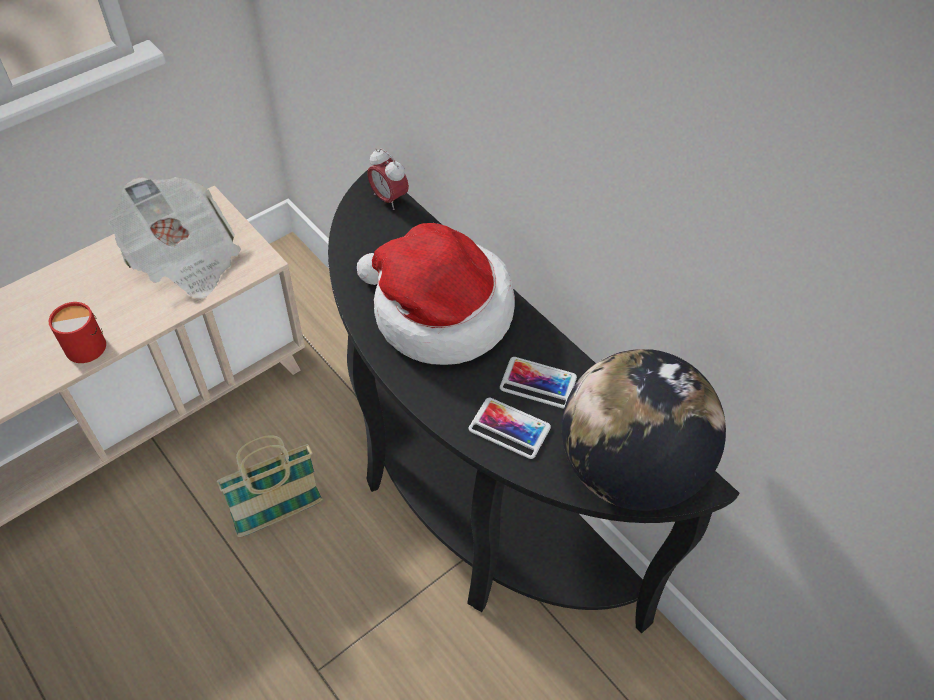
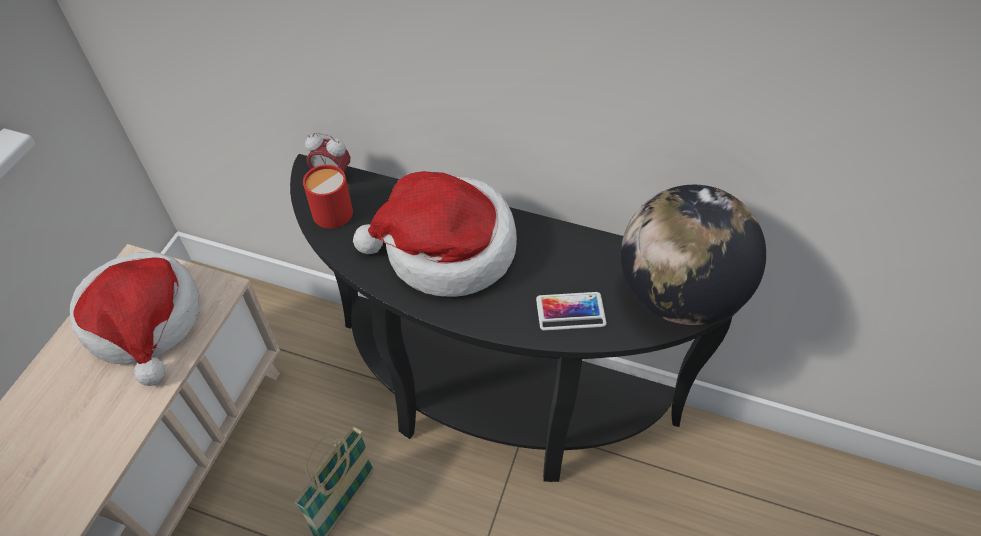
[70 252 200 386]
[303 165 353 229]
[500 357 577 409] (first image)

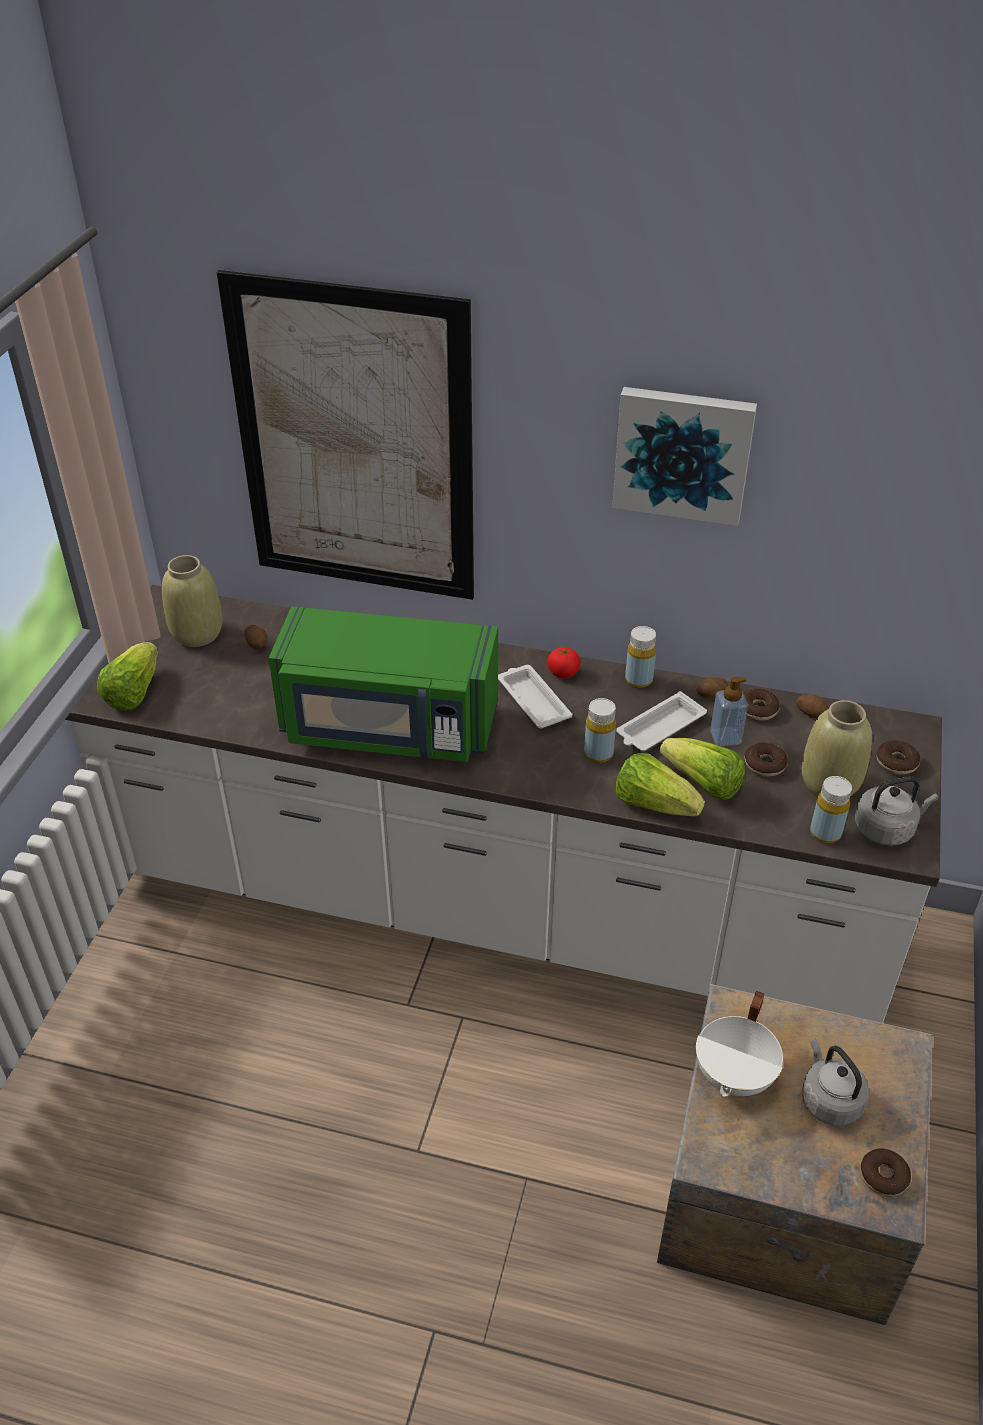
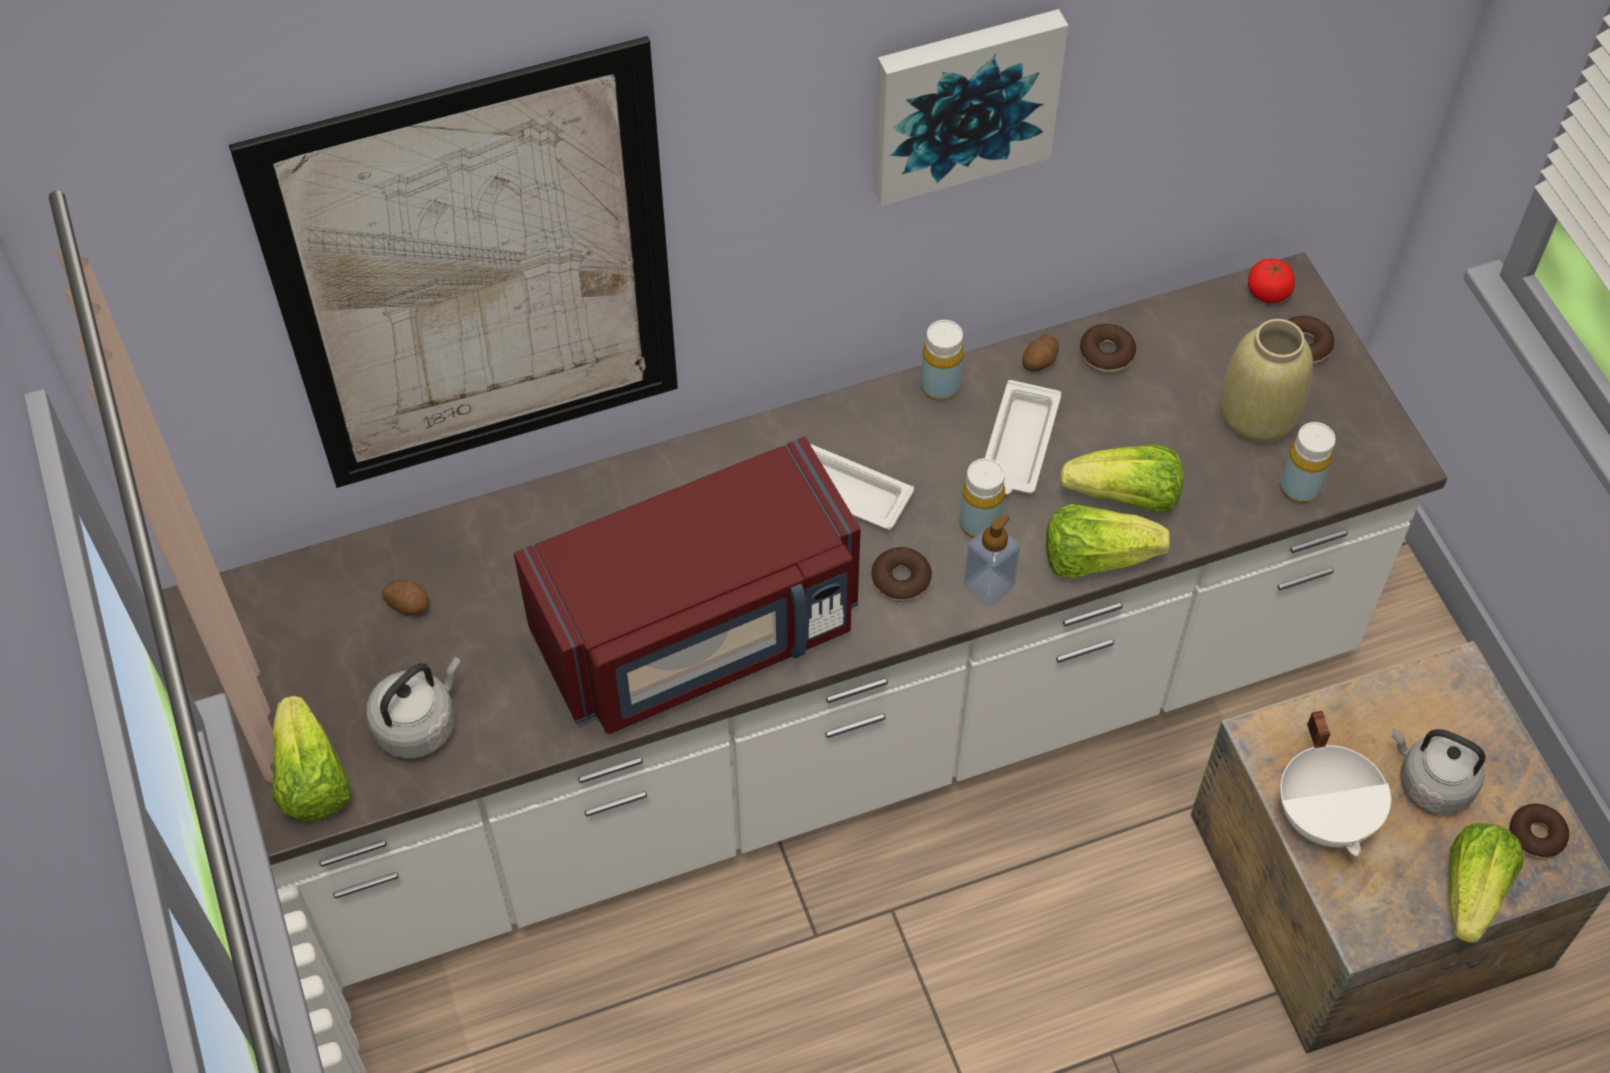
[162 555 222 647] (first image)
[514 437 861 734]
[1248 258 1295 303]
[964 514 1020 605]
[796 693 828 718] (first image)
[871 547 932 602]
[366 657 462 759]
[1449 823 1524 943]

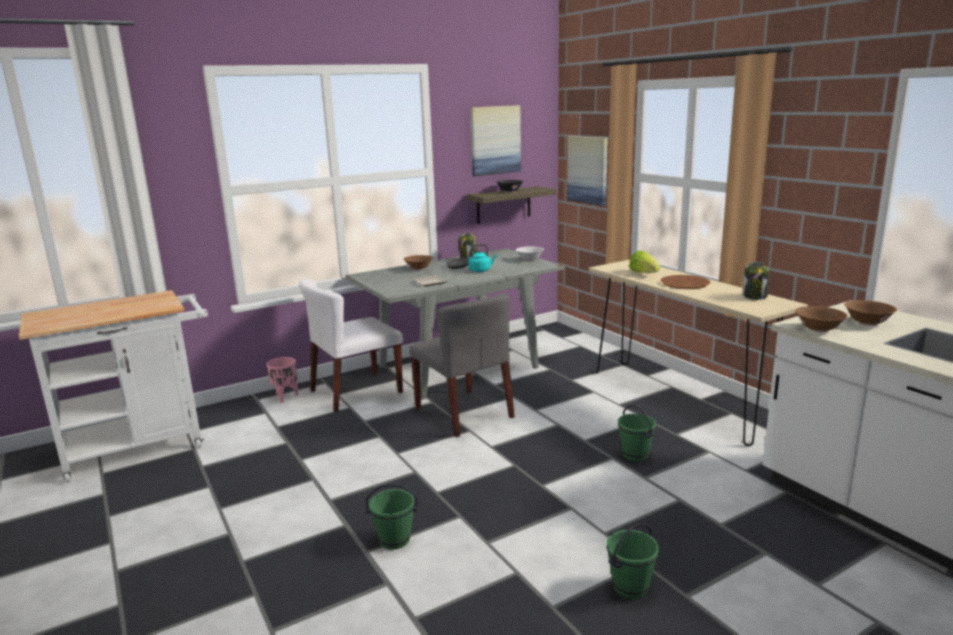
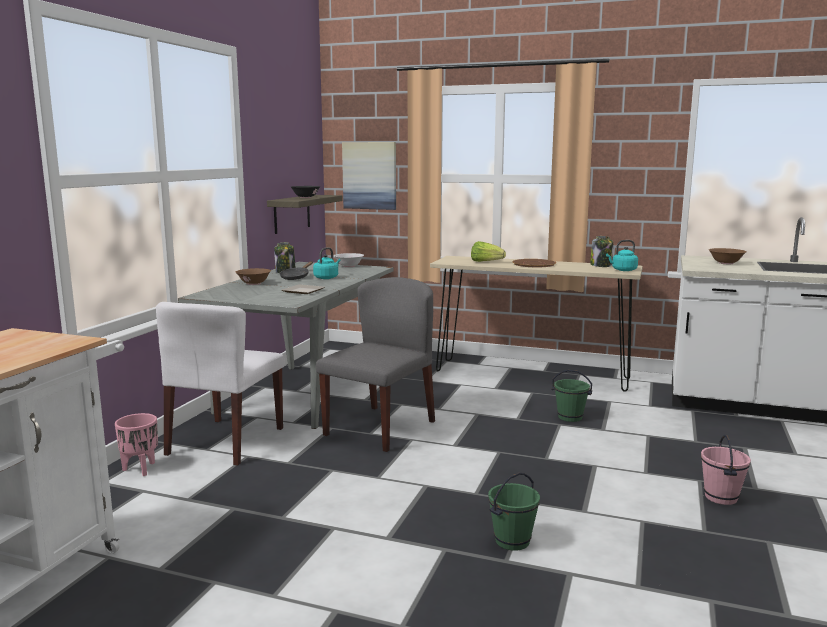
[470 105 521 176] (first image)
[316 277 435 452]
[795 306 848 332] (first image)
[701 435 751 505]
[606 240 638 271]

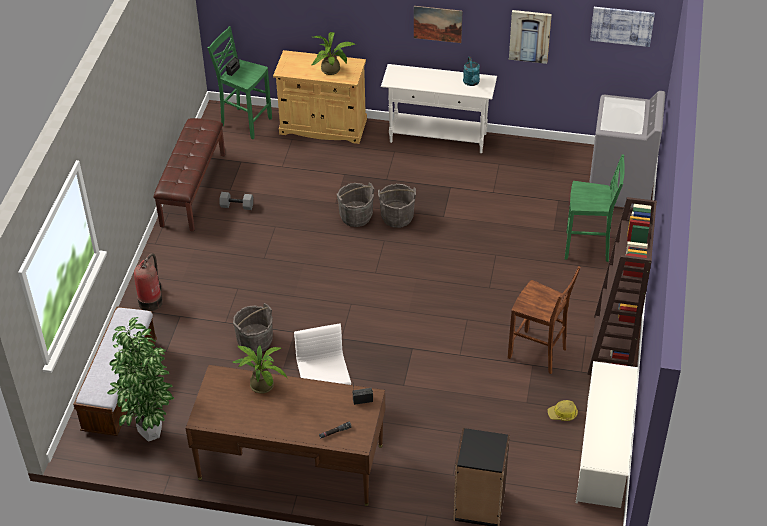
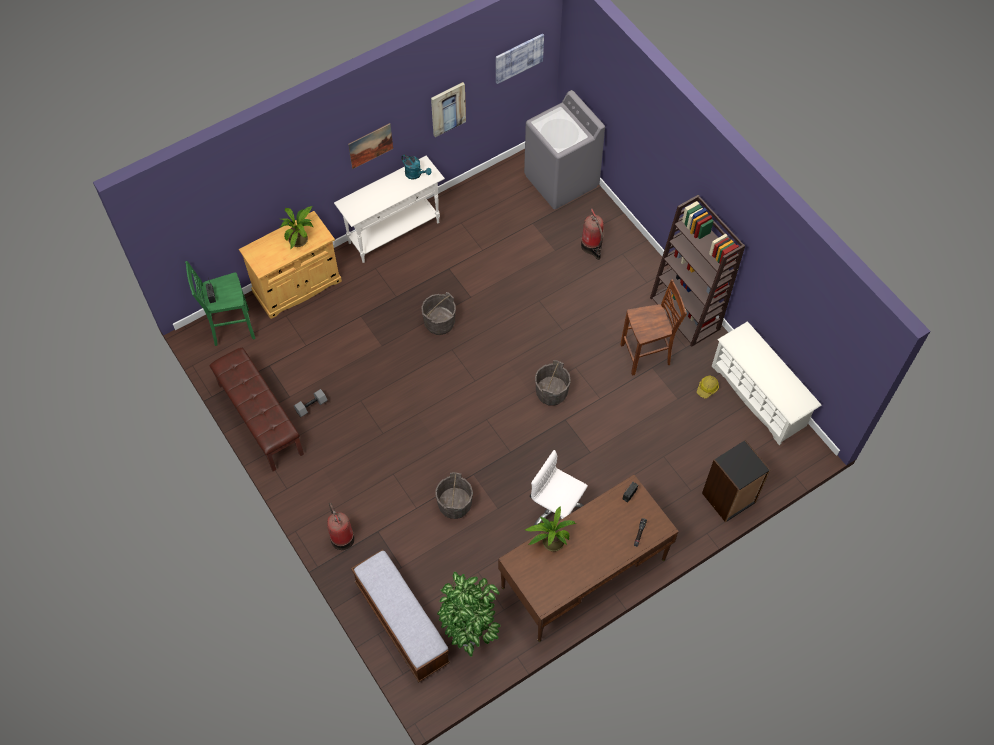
[581 209 604 260]
[535 360 571 406]

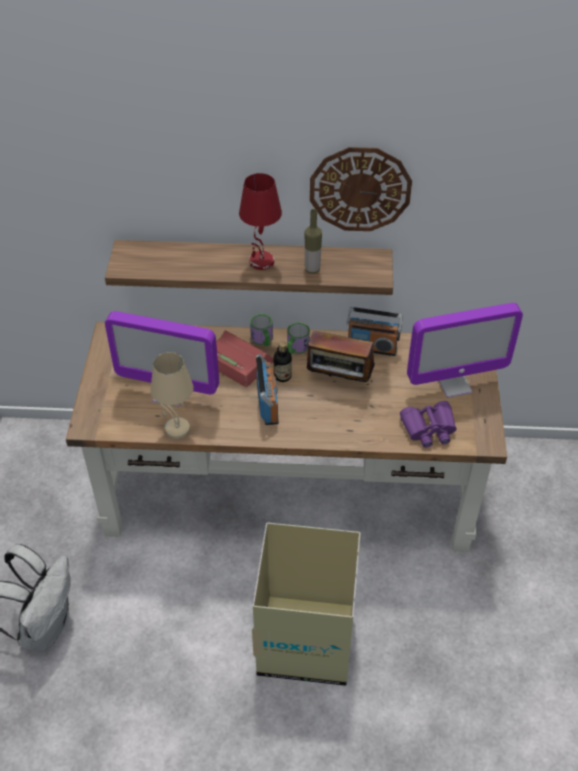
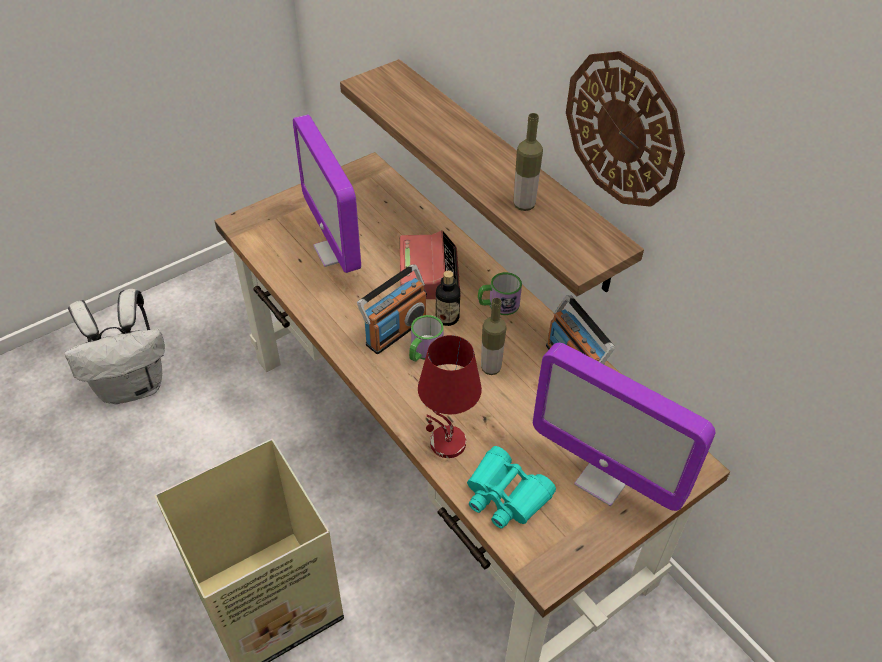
[418 335 482 458]
[409 315 444 361]
[481 298 507 375]
[150 352 194 439] (first image)
[467 446 556 529]

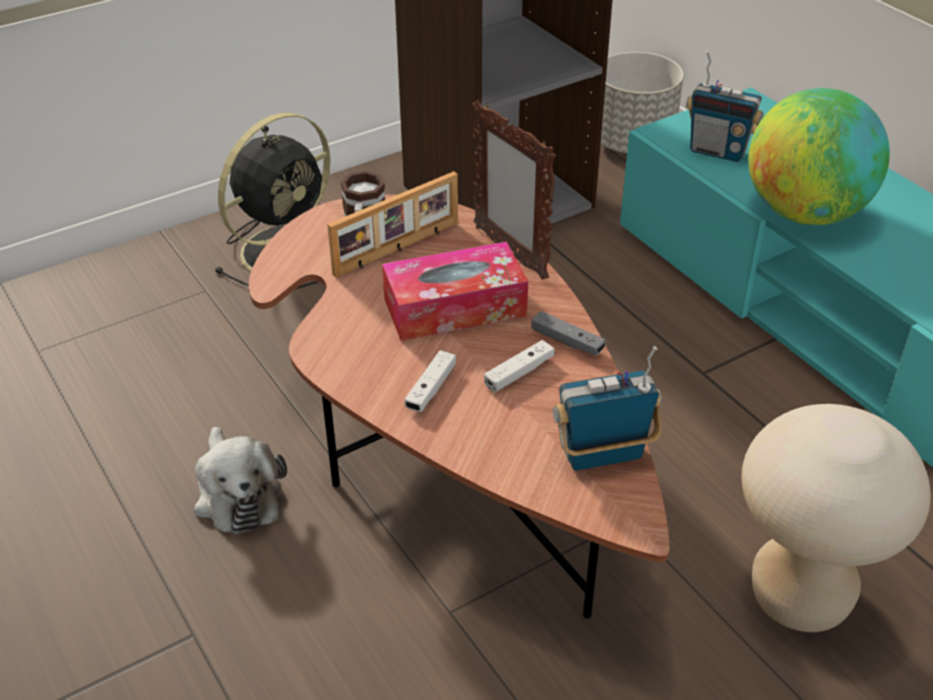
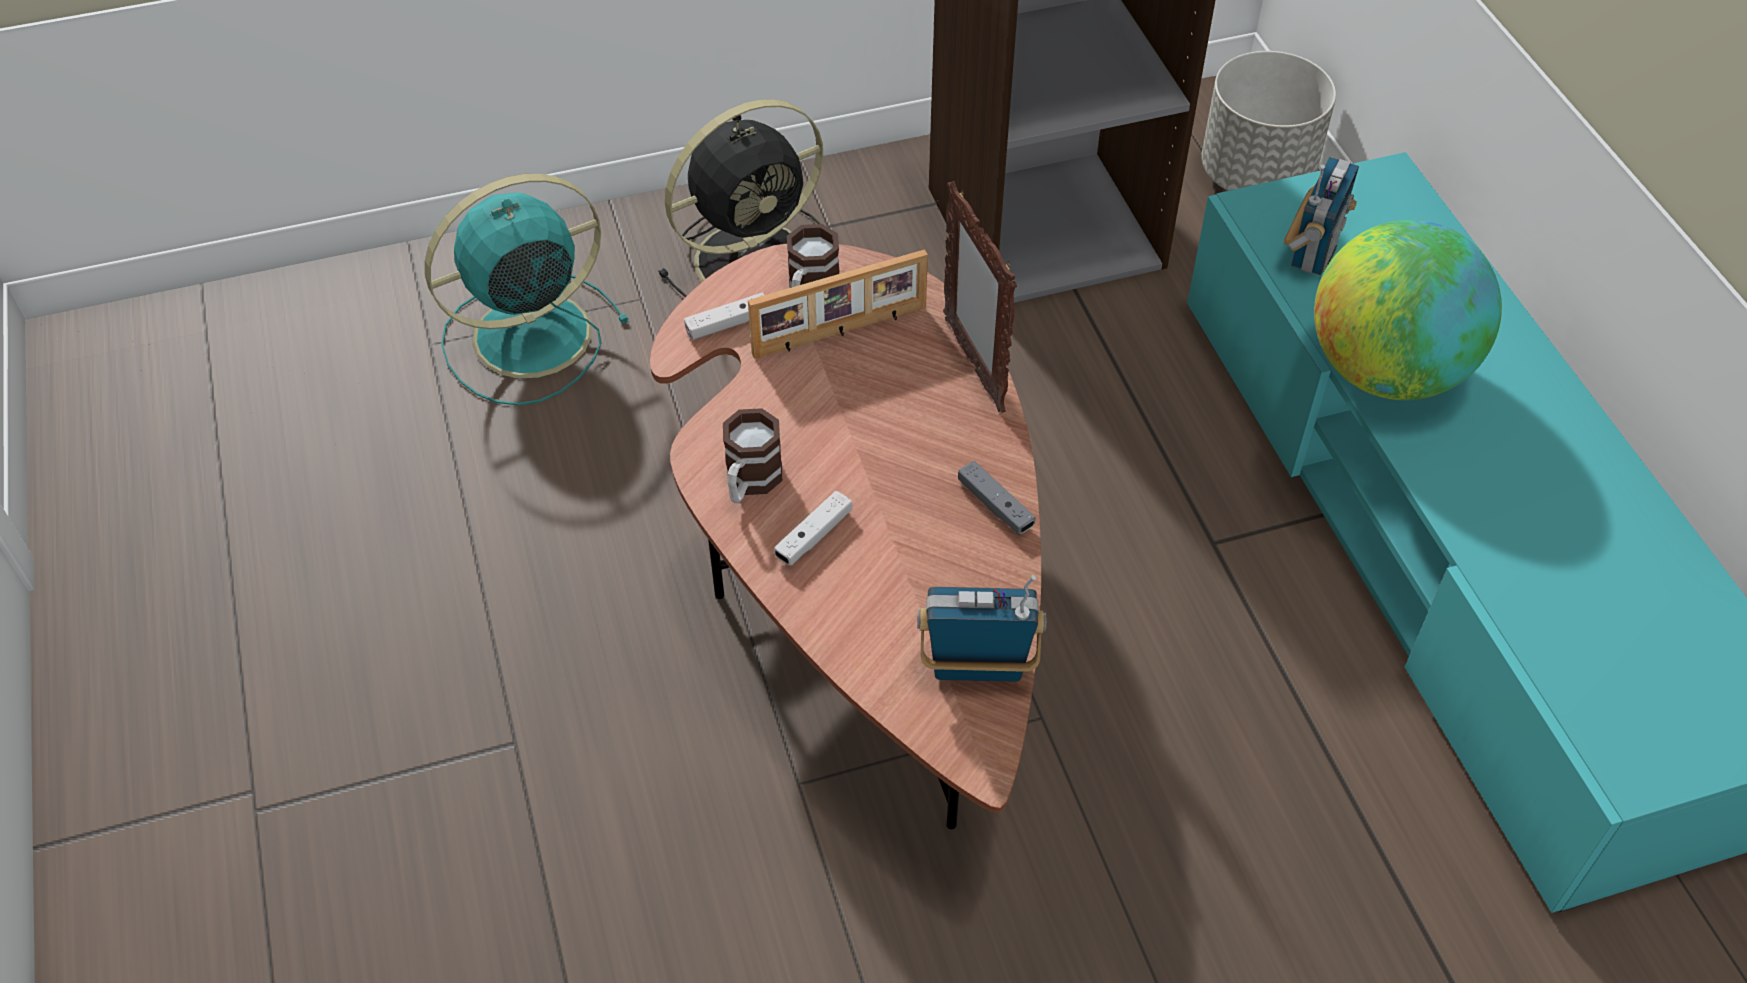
[1283 157 1359 275]
[382 242 528 341] (first image)
[684 292 765 340]
[742 404 931 632] (first image)
[194 427 287 535] (first image)
[425 174 629 406]
[723 408 783 503]

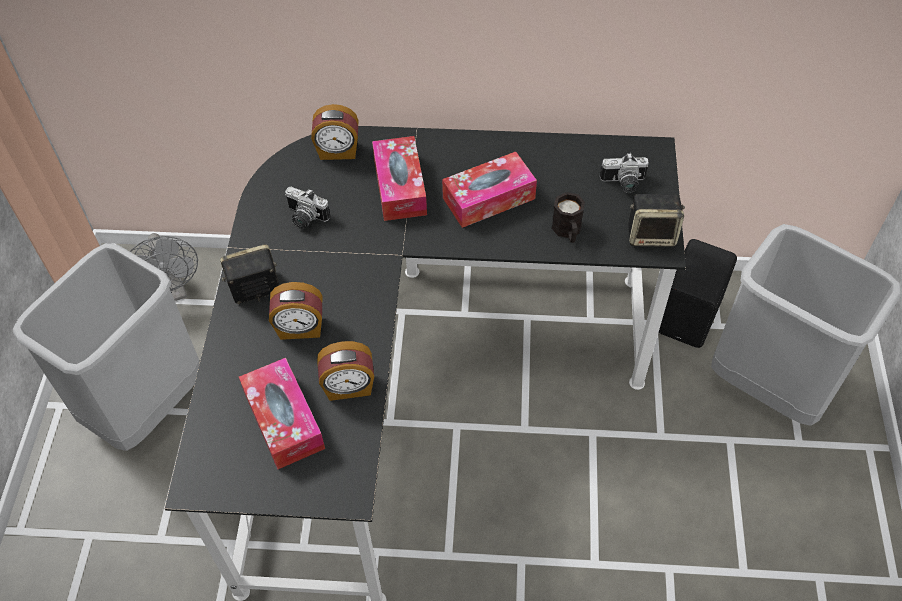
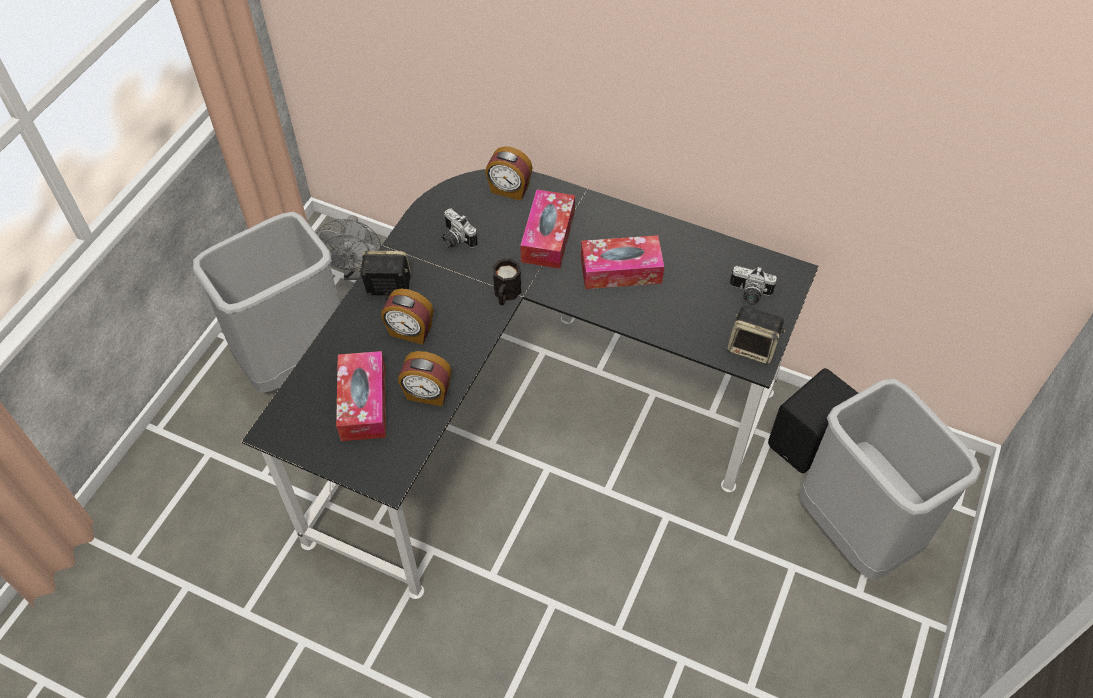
[492 259 521 305]

